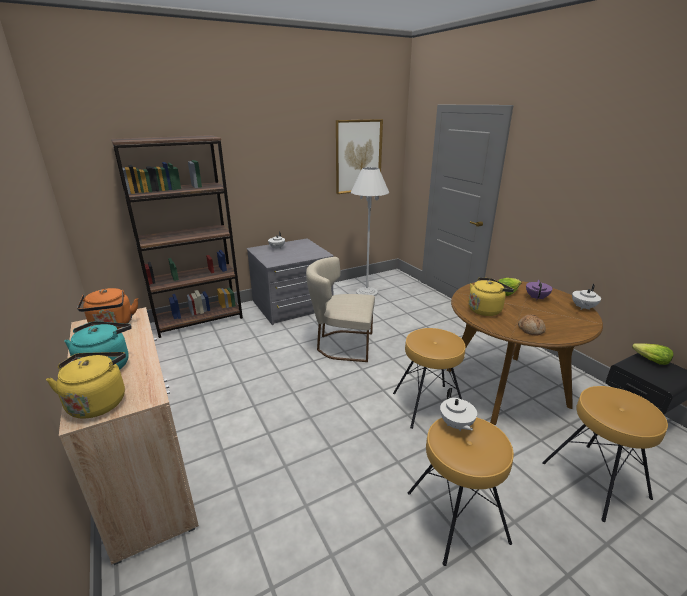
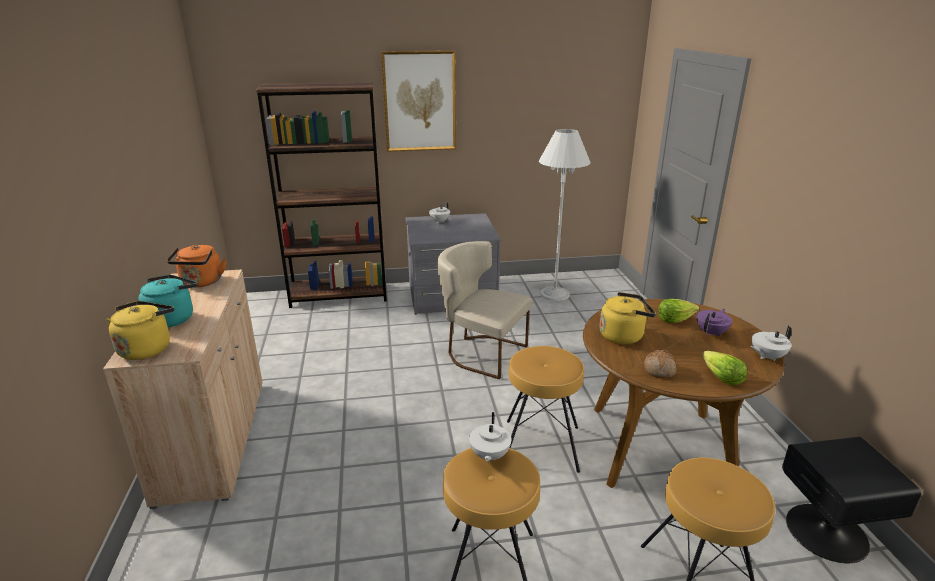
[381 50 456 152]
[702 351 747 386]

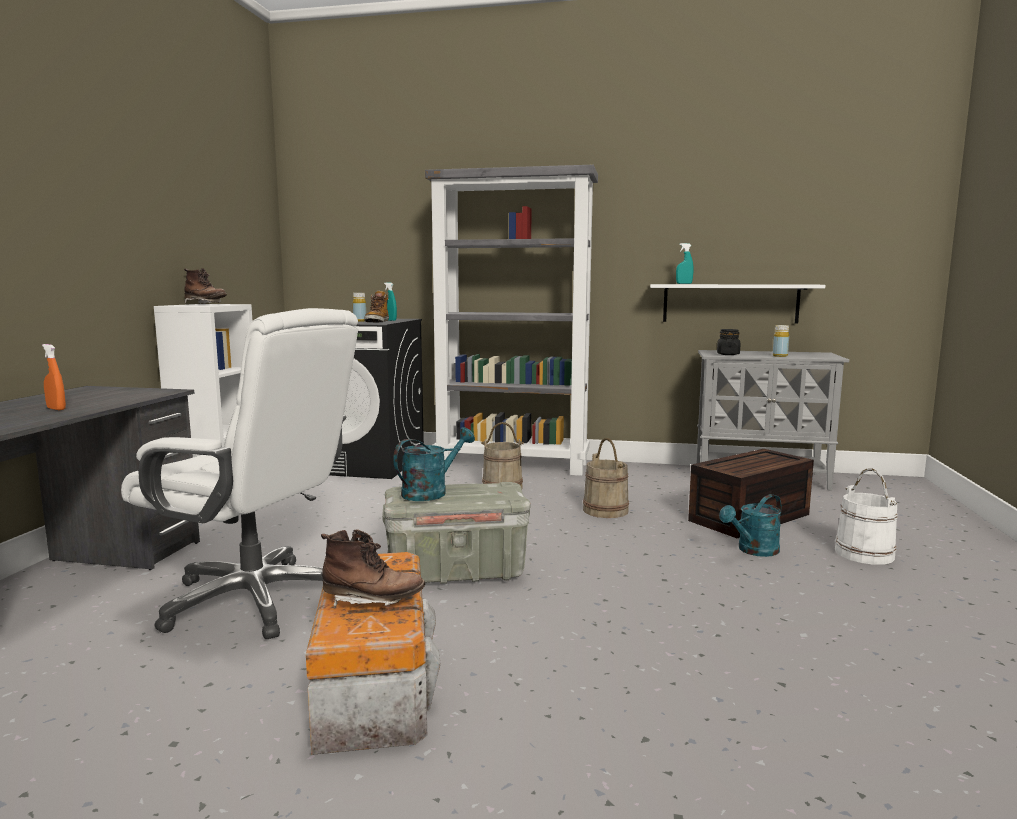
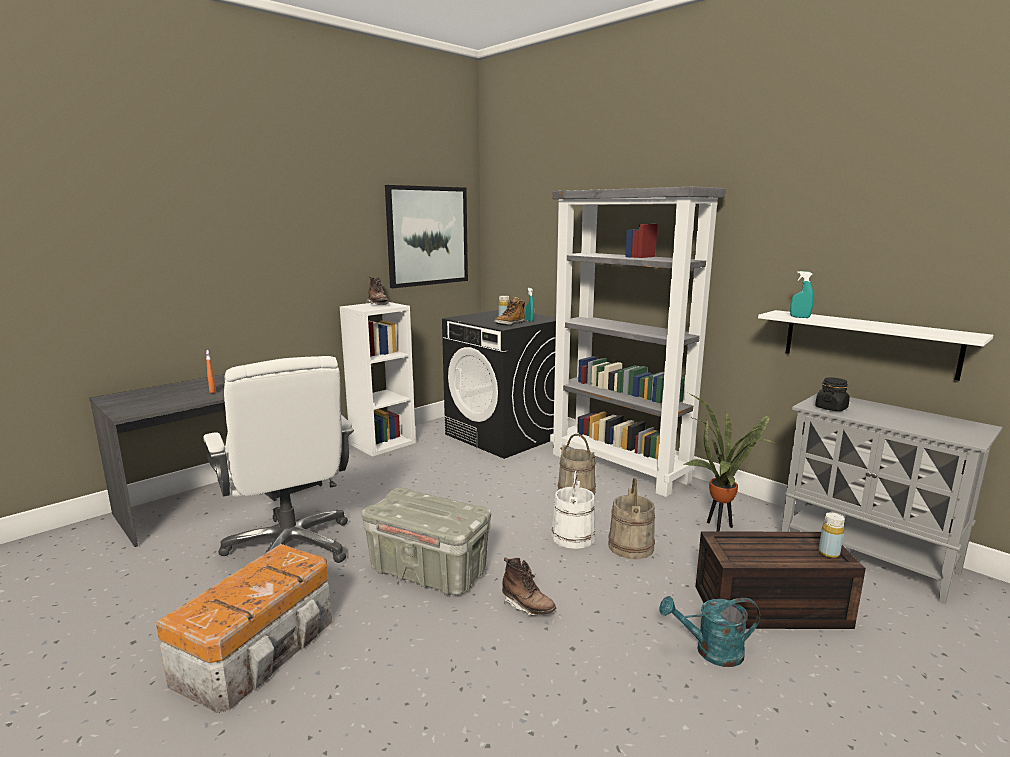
[819 512 845 558]
[393 427 475 501] (first image)
[551 470 596 549]
[502 558 556 615]
[385 185 468 288]
[683 393 776 532]

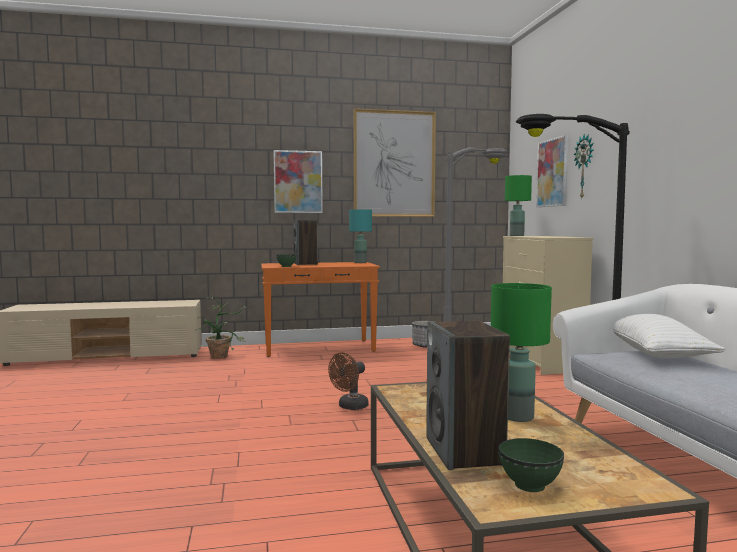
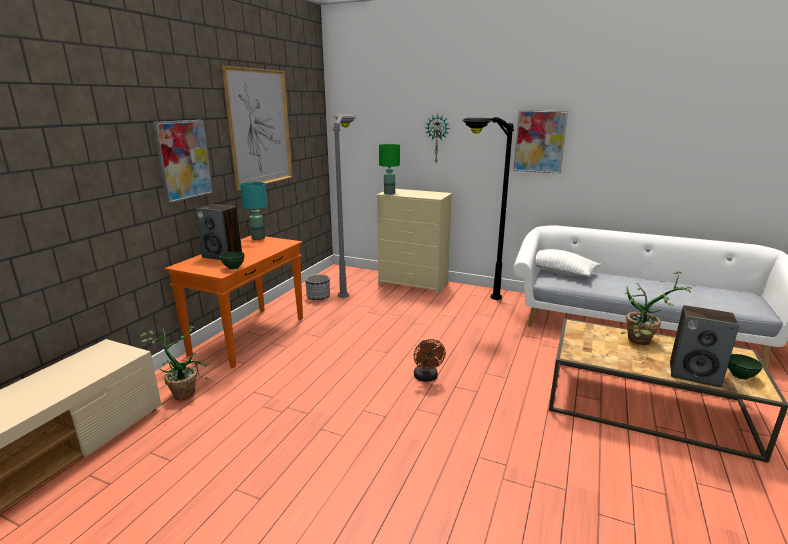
[513 110 568 174]
[621 272 692 345]

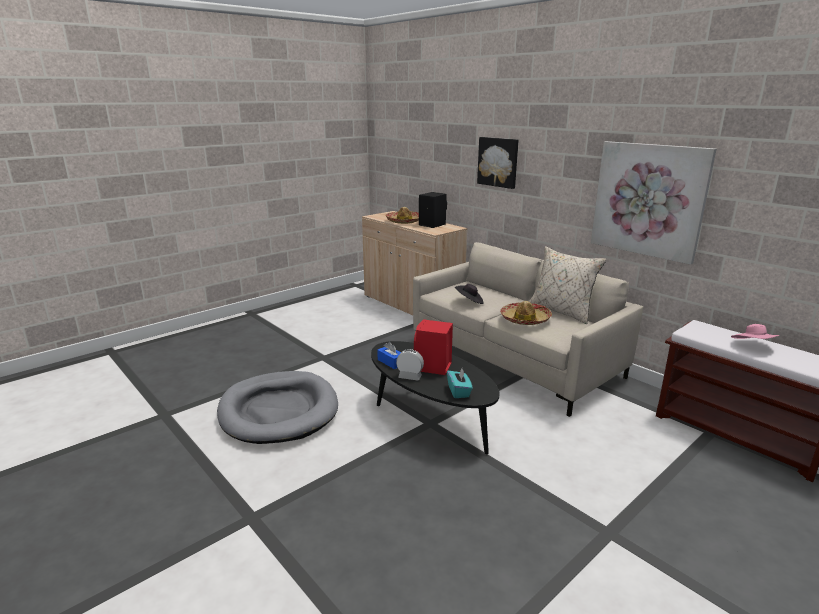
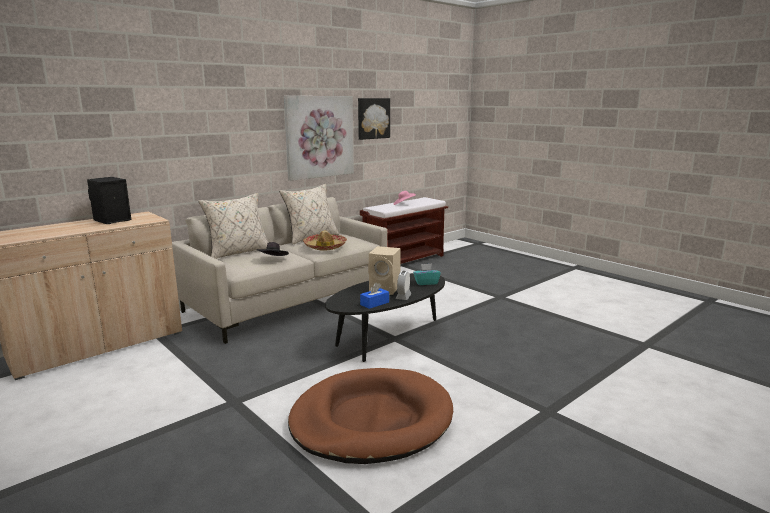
[358 98 390 140]
[385 207 419 224] (first image)
[368 246 401 295]
[288 368 453 464]
[199 193 269 259]

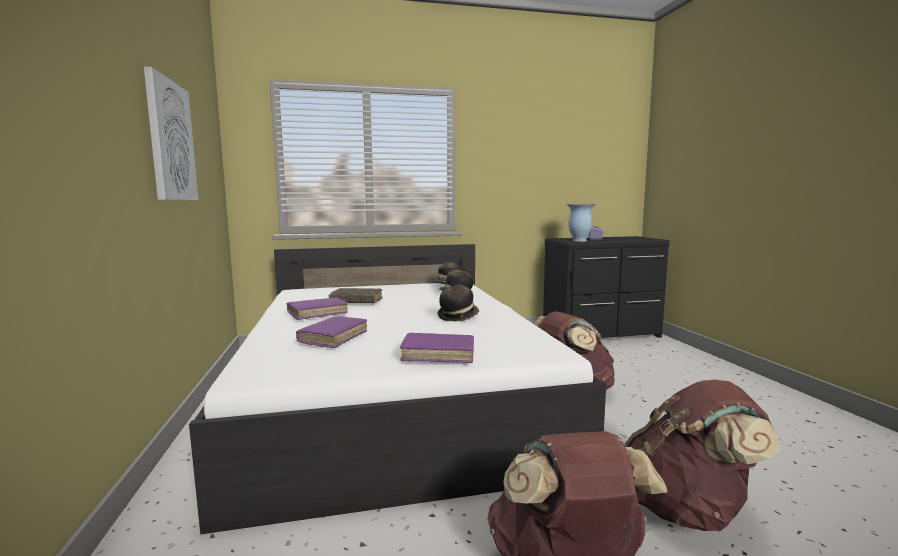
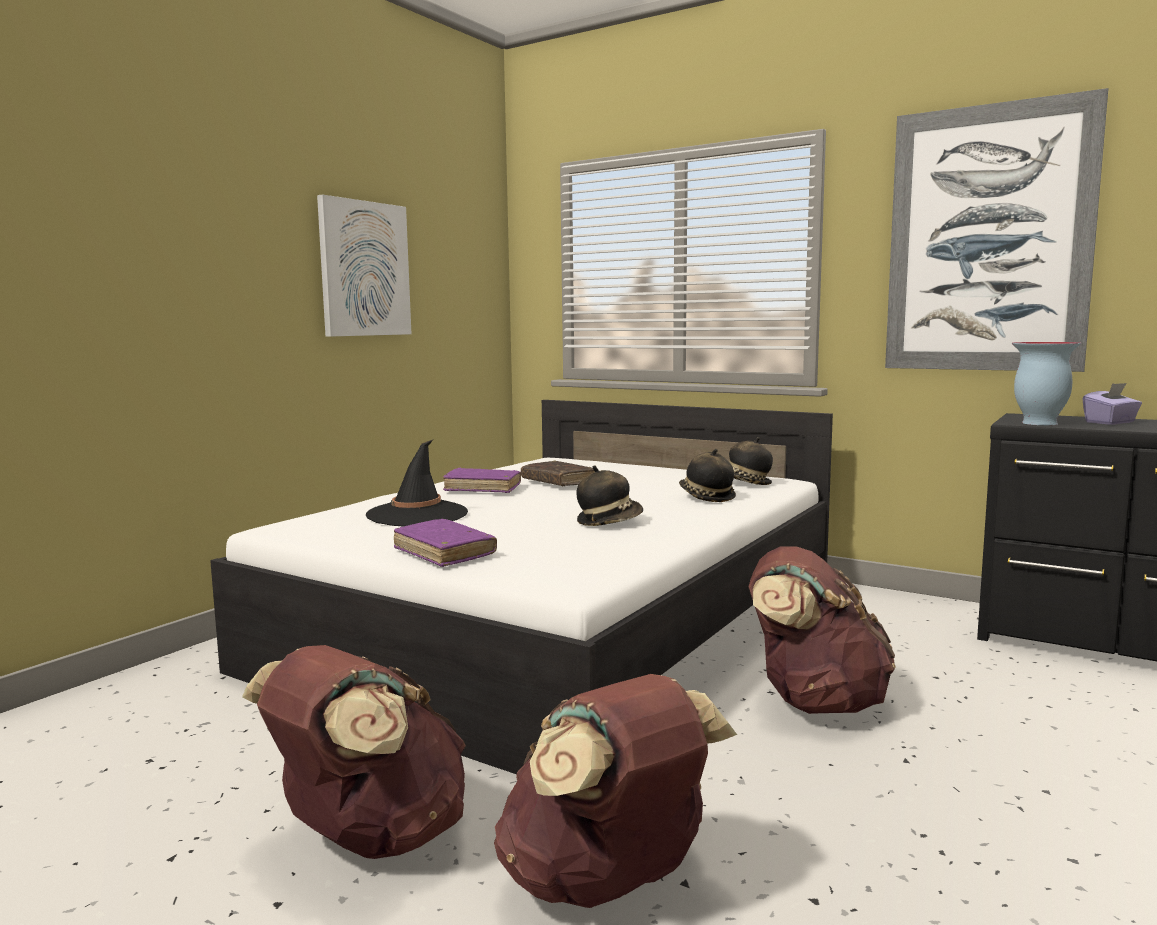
[366 439 468 526]
[885 88 1108 372]

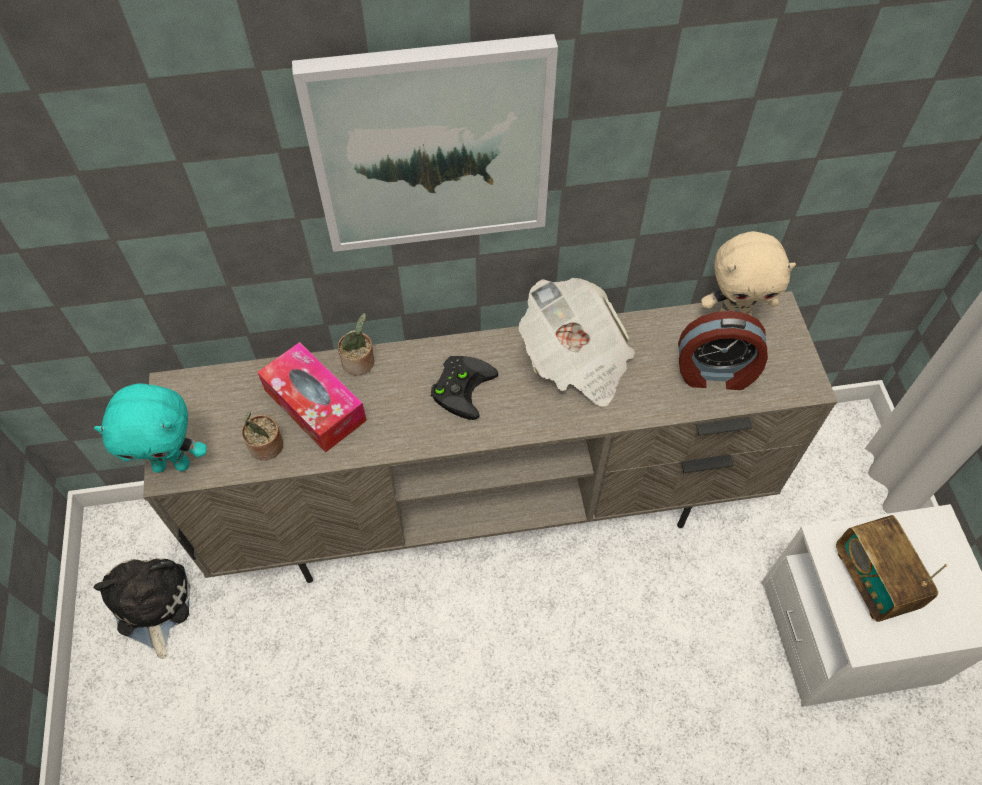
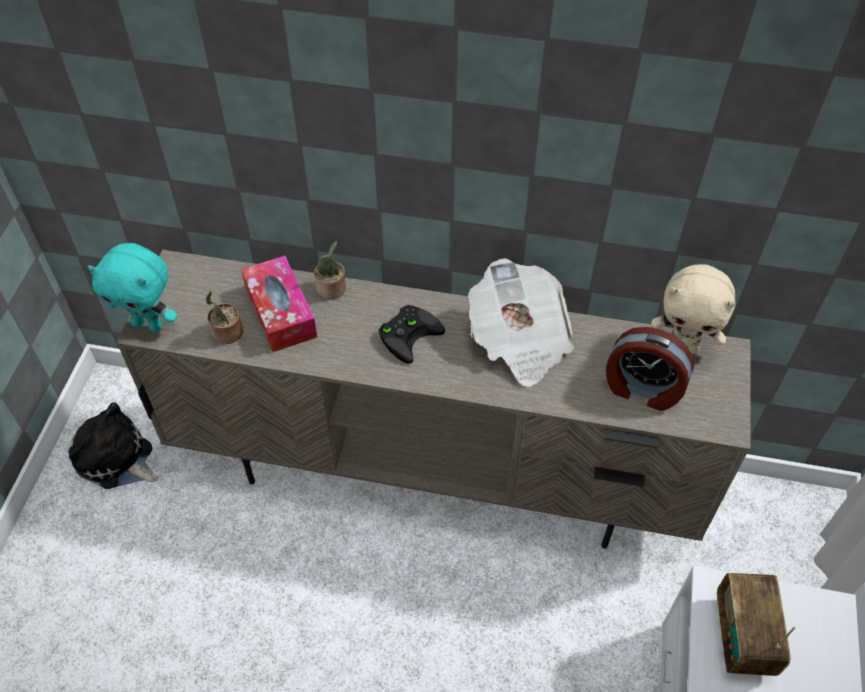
[292 34 558 252] (first image)
[68 403 159 489]

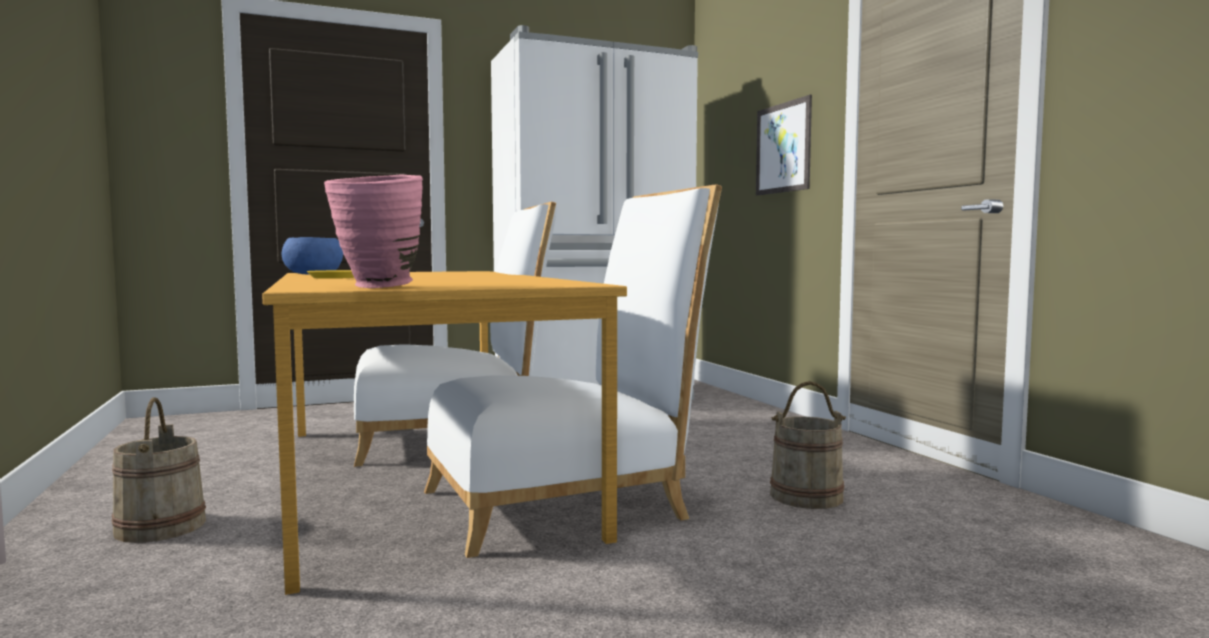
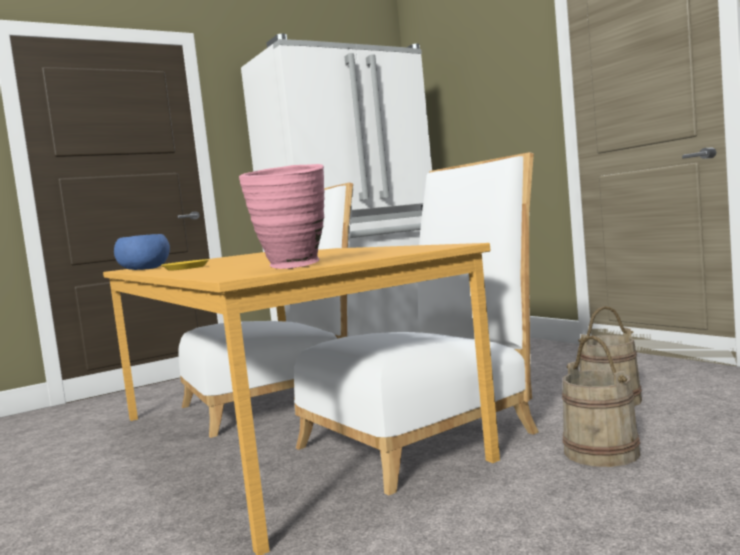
[756 95 812 195] (first image)
[562 335 640 467]

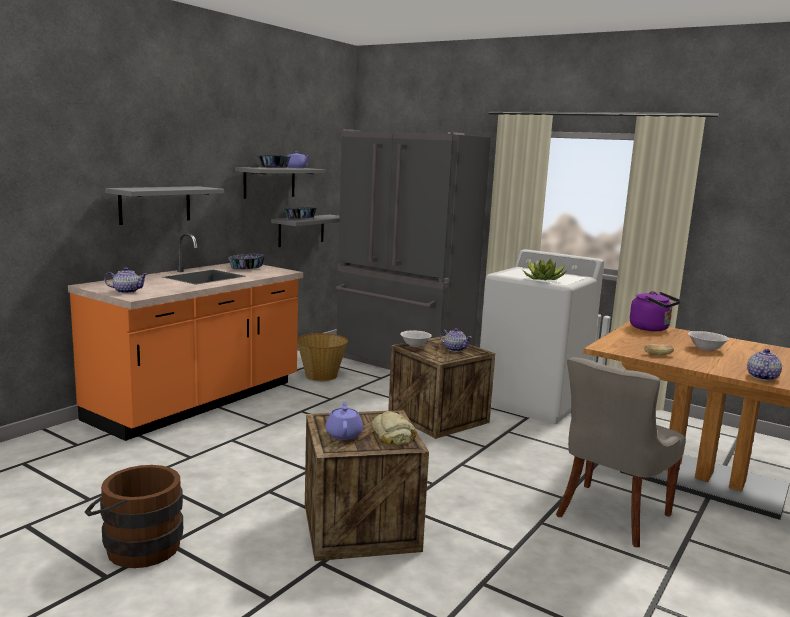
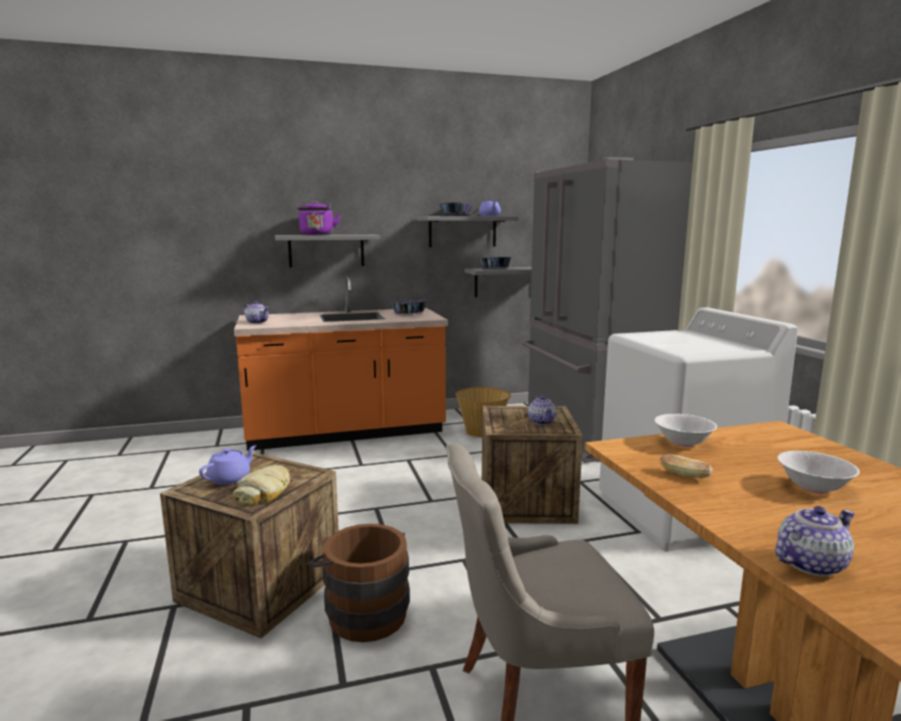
[523 259 566 280] (first image)
[297 201 341 235]
[655 414 717 447]
[308 524 410 642]

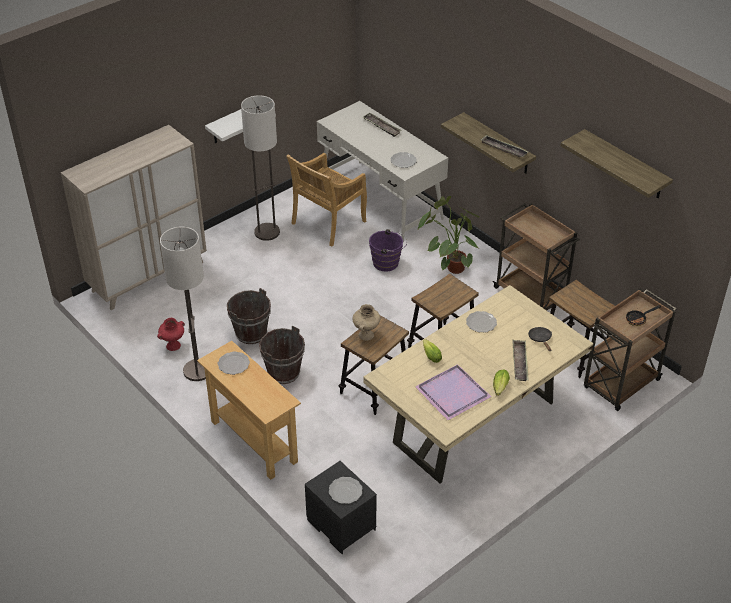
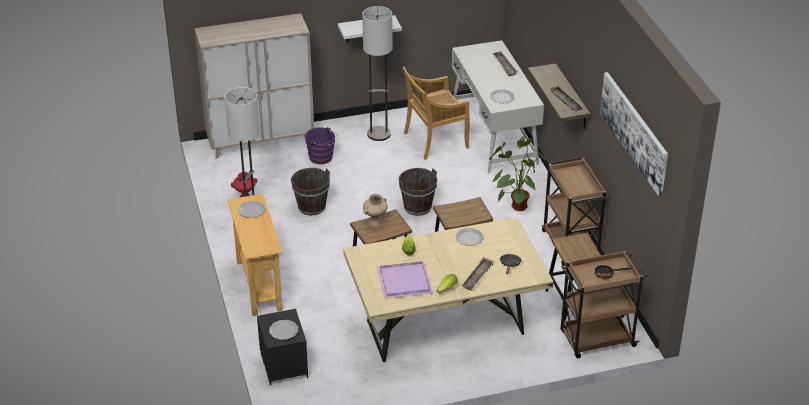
[600 72 668 196]
[305 127 338 164]
[398 168 438 216]

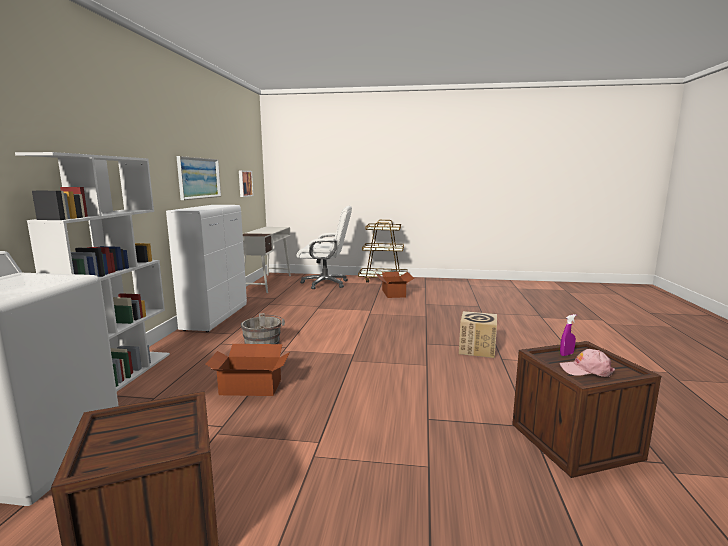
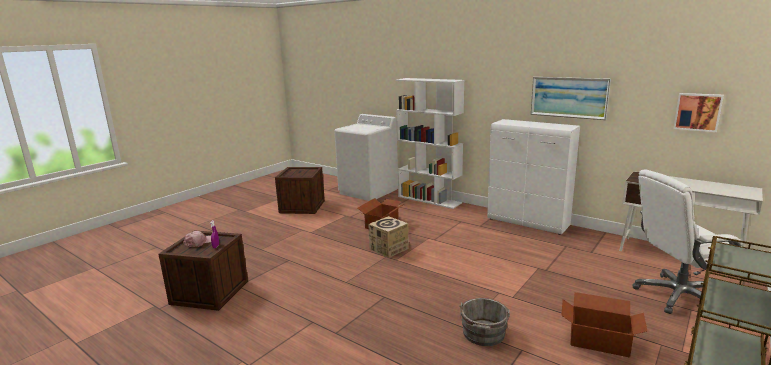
[633 169 743 314]
[368 216 409 258]
[459 298 510 346]

